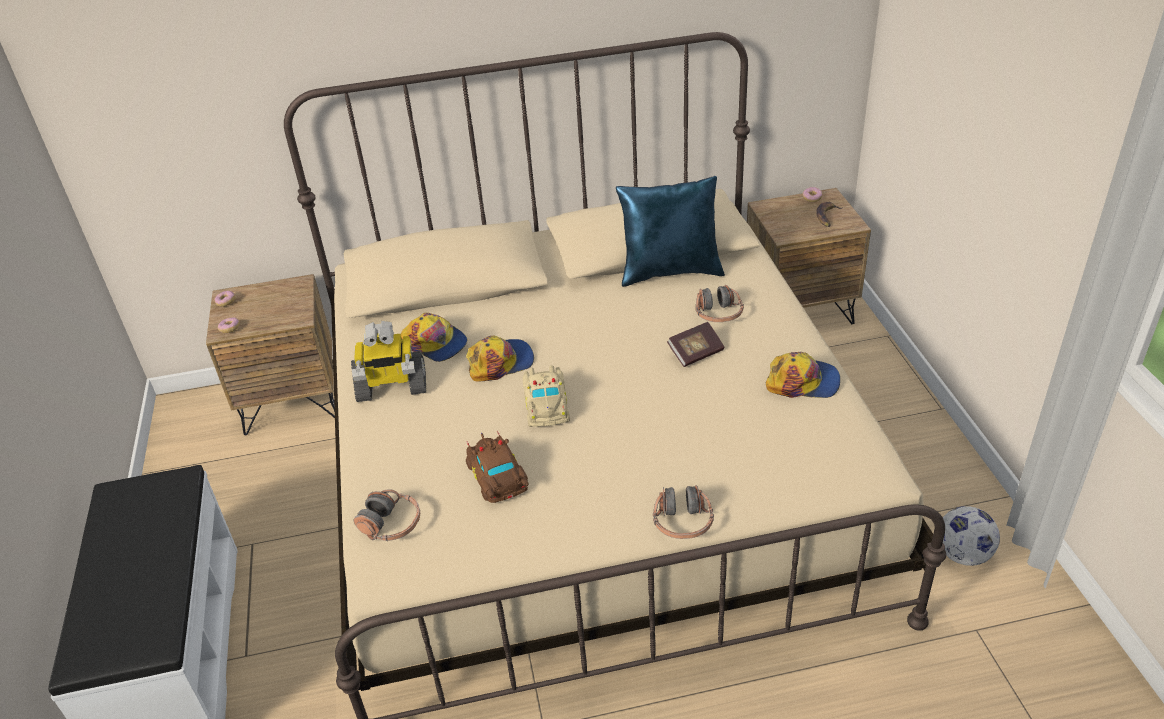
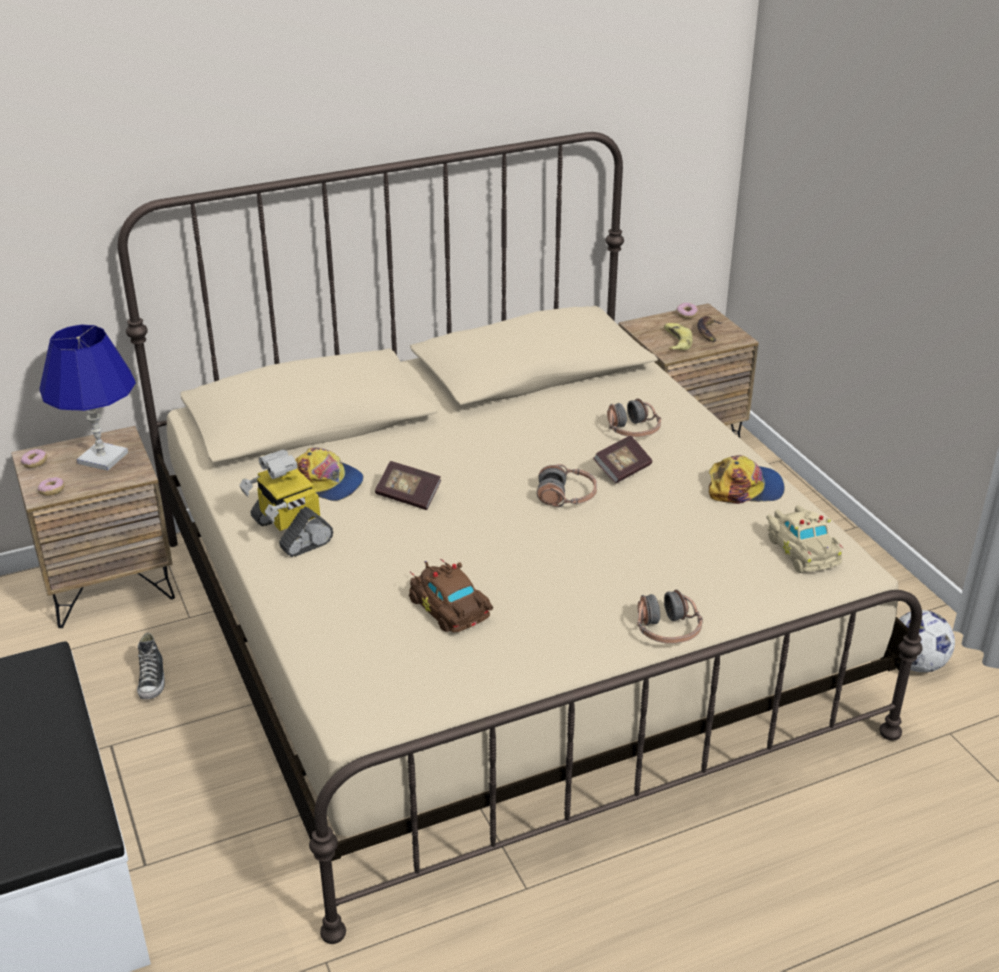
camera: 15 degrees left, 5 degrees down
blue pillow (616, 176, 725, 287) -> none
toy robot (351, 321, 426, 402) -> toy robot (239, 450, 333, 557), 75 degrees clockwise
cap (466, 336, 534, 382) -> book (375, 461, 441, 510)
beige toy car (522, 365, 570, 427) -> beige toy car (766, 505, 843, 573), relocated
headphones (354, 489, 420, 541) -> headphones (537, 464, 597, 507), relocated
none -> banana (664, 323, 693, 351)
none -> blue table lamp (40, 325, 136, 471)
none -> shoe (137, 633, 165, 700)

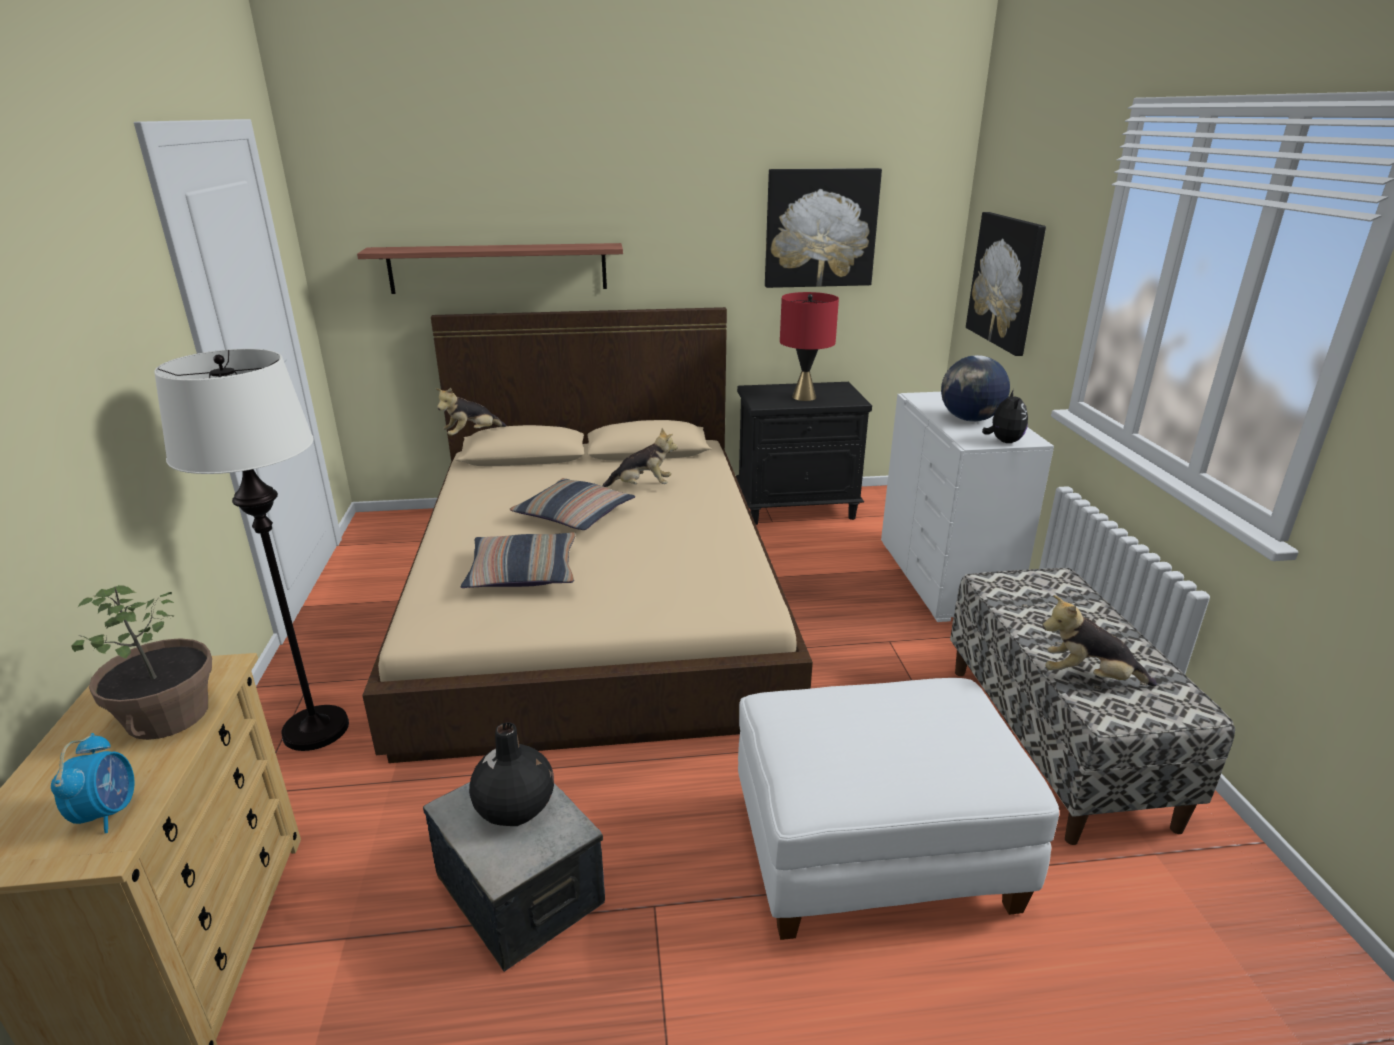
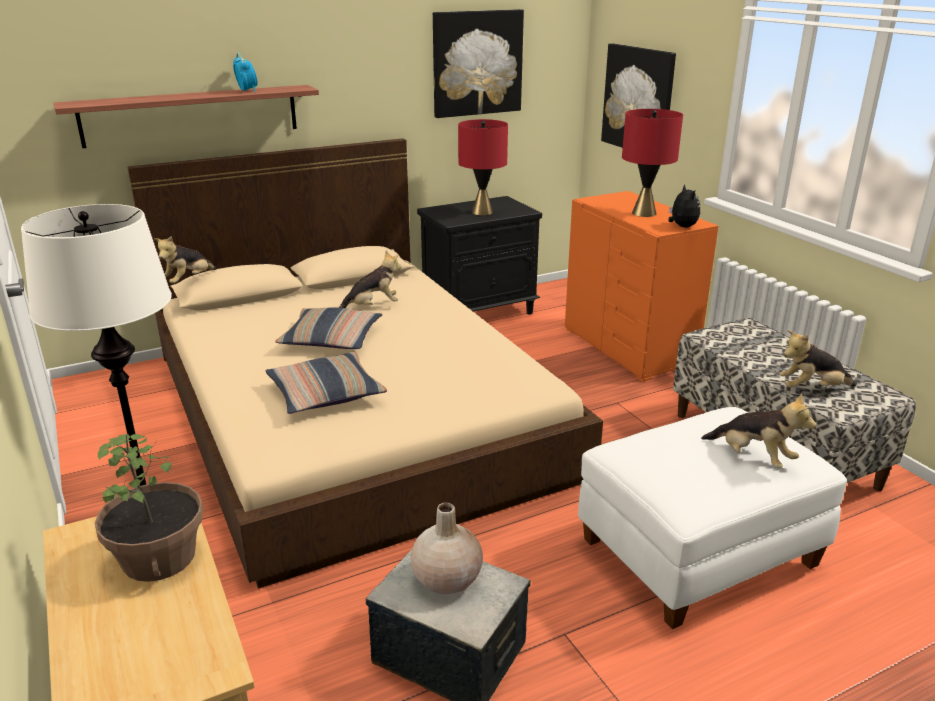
camera: 20 degrees left, 0 degrees up
globe (941, 355, 1010, 422) -> red table lamp (622, 109, 683, 217)
white dresser (881, 392, 1054, 622) -> orange dresser (565, 191, 718, 382)
black vase (469, 722, 554, 826) -> beige vase (410, 503, 483, 594)
alarm clock (51, 733, 135, 833) -> alarm clock (233, 53, 258, 92), relocated
none -> plush toy (701, 393, 816, 468)

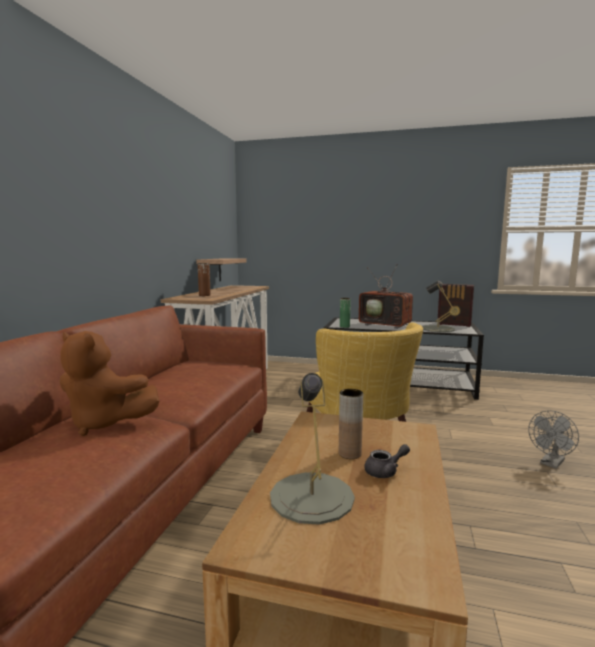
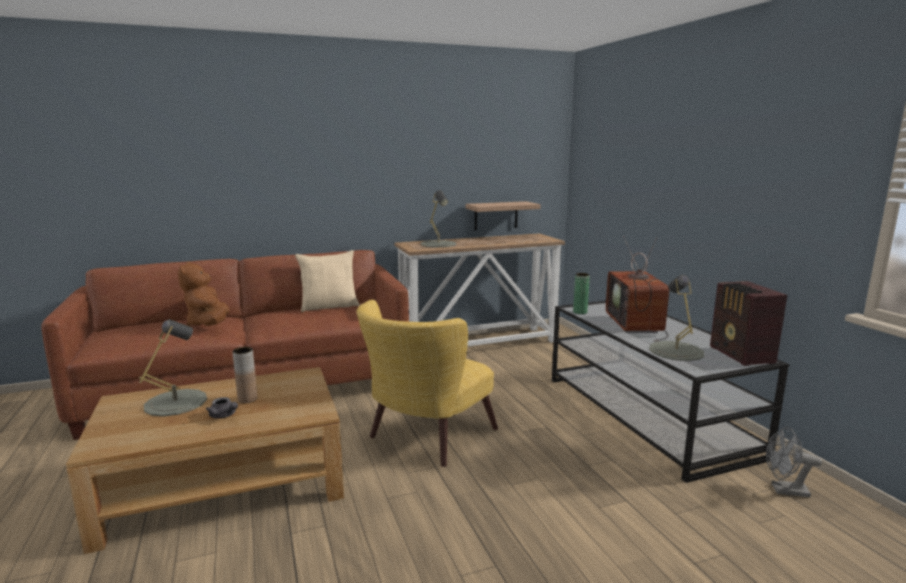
camera: 55 degrees right, 5 degrees up
brown vase (198, 263, 211, 296) -> grey table lamp (421, 190, 456, 248)
grey fan (528, 411, 579, 469) -> grey fan (766, 427, 822, 497), relocated
none -> beige pillow (295, 250, 360, 312)

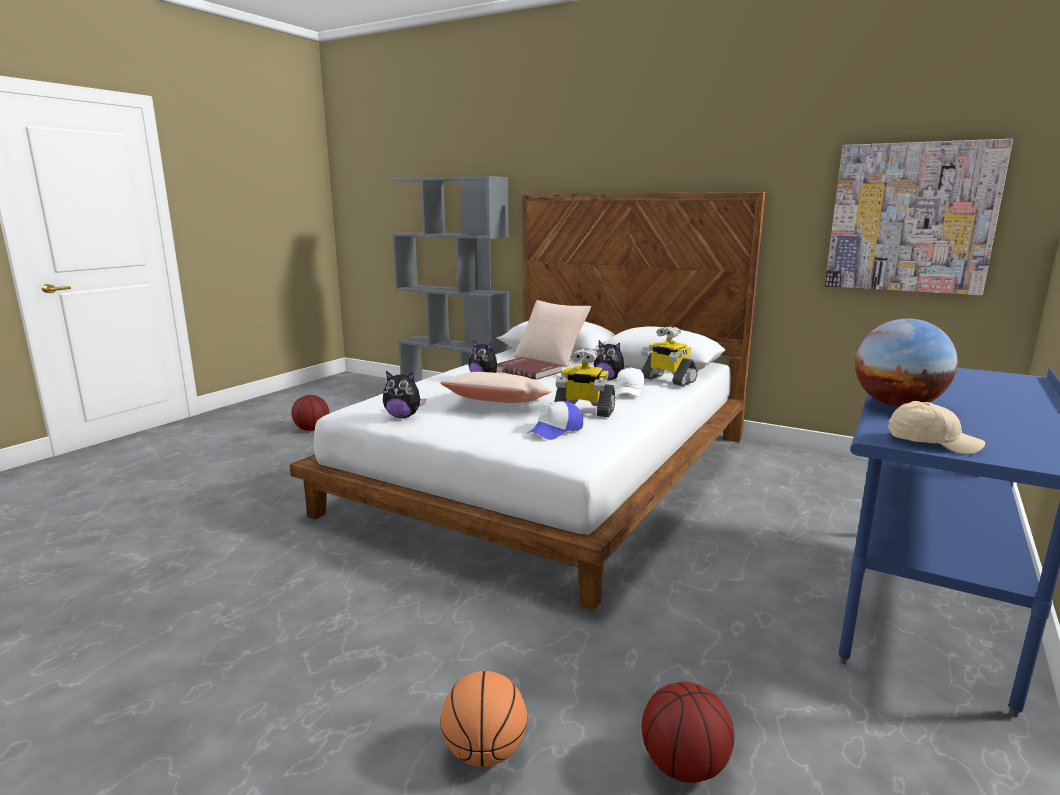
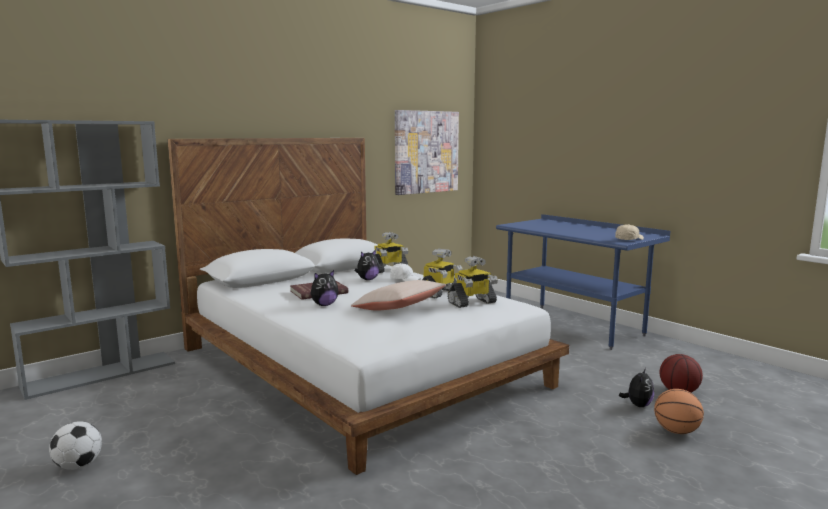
camera: 70 degrees left, 5 degrees down
beige pillow (513, 300, 591, 367) -> none
globe (855, 319, 958, 407) -> none
plush toy (383, 371, 426, 418) -> plush toy (619, 368, 654, 407), relocated
basketball (291, 395, 329, 431) -> football (49, 421, 102, 470)
cap (528, 401, 583, 440) -> toy robot (448, 256, 498, 308)

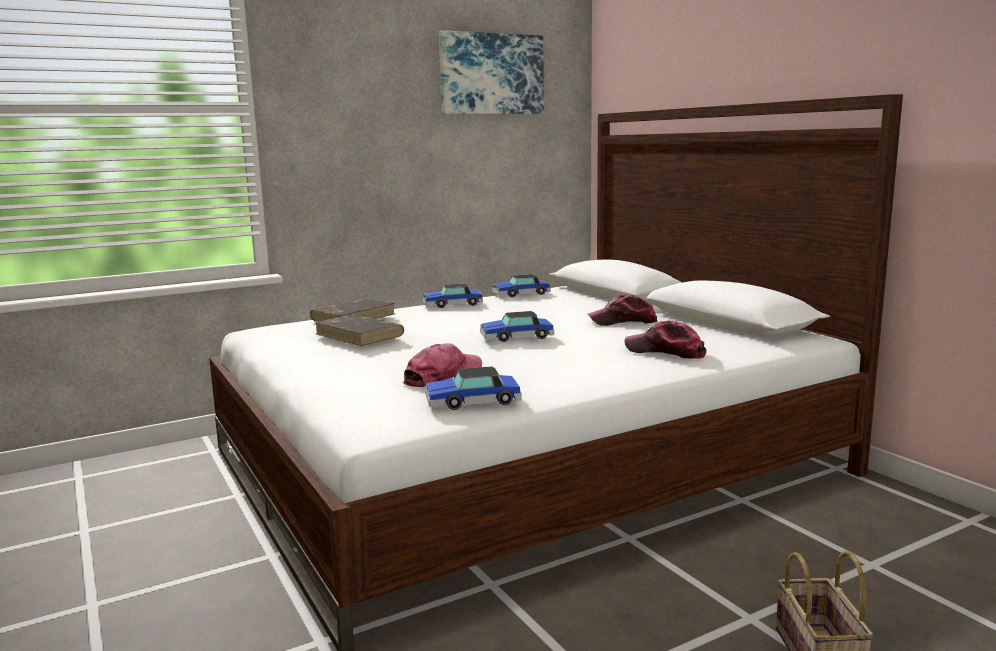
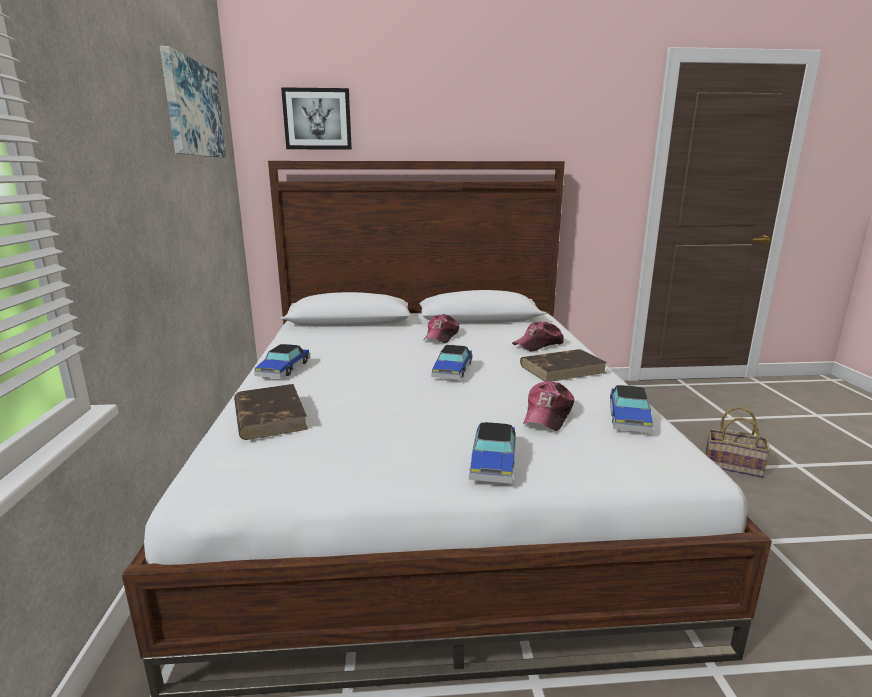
camera: 65 degrees left, 5 degrees up
toy car (492, 274, 551, 297) -> toy car (469, 422, 516, 484), relocated
brown book (314, 314, 404, 346) -> brown book (520, 349, 607, 382), relocated
cap (403, 343, 482, 387) -> cap (523, 381, 574, 431), 135 degrees counterclockwise
none -> picture (281, 87, 352, 150)

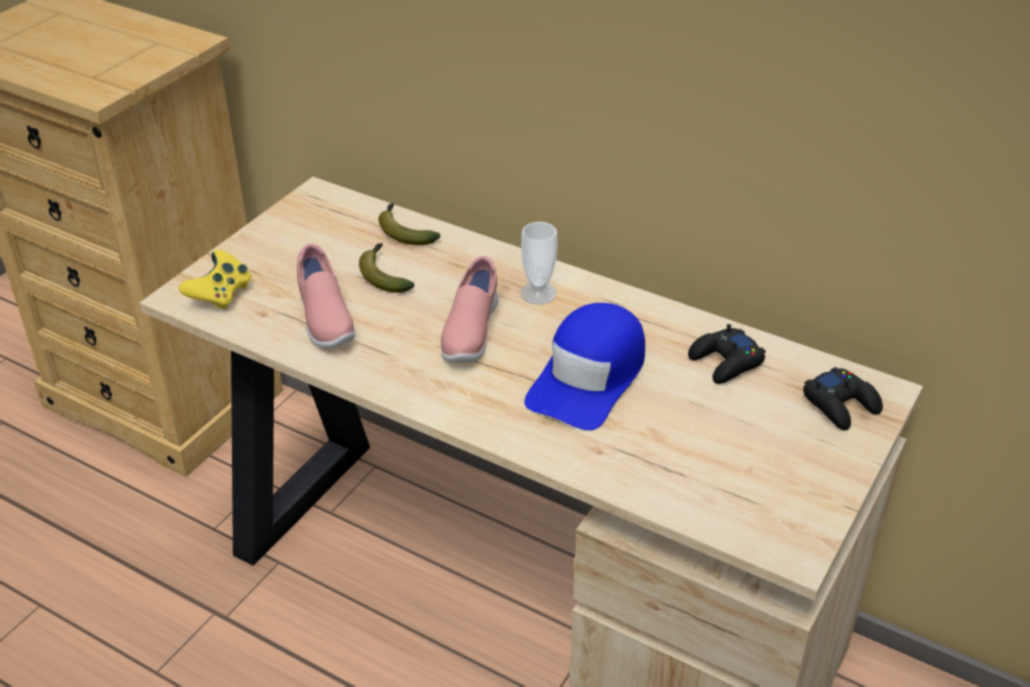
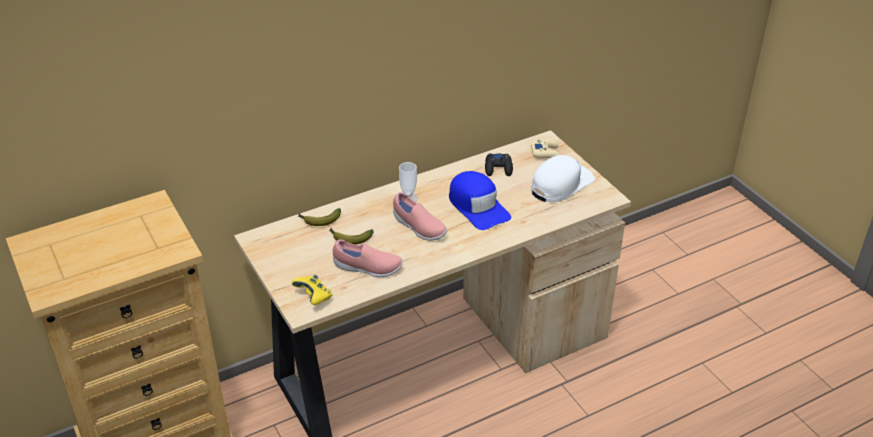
camera: 60 degrees left, 0 degrees up
black game controller (803, 367, 883, 430) -> beige game controller (531, 139, 560, 159)
none -> white cap (531, 155, 595, 202)

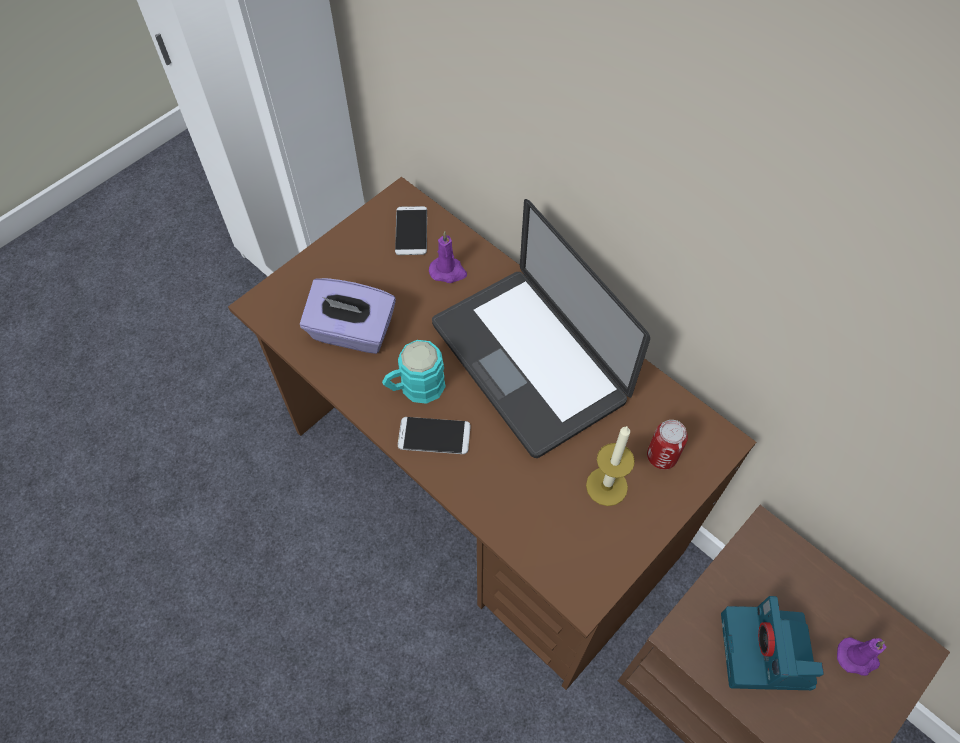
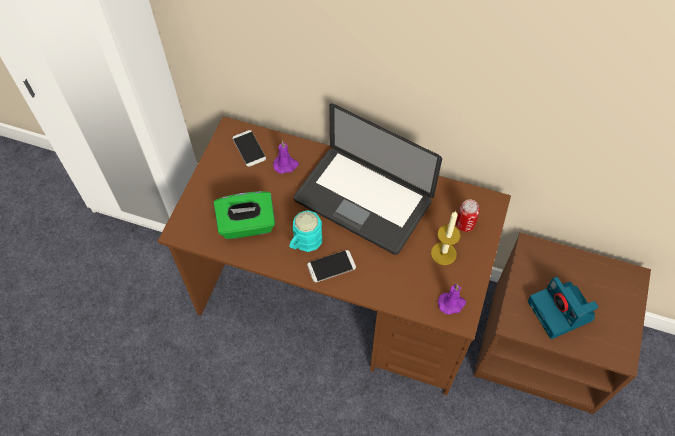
camera: 25 degrees left, 0 degrees up
purple tissue box (300, 278, 396, 354) -> green tissue box (214, 191, 275, 239)
purple candle (837, 637, 887, 676) -> purple candle (438, 284, 466, 315), relocated

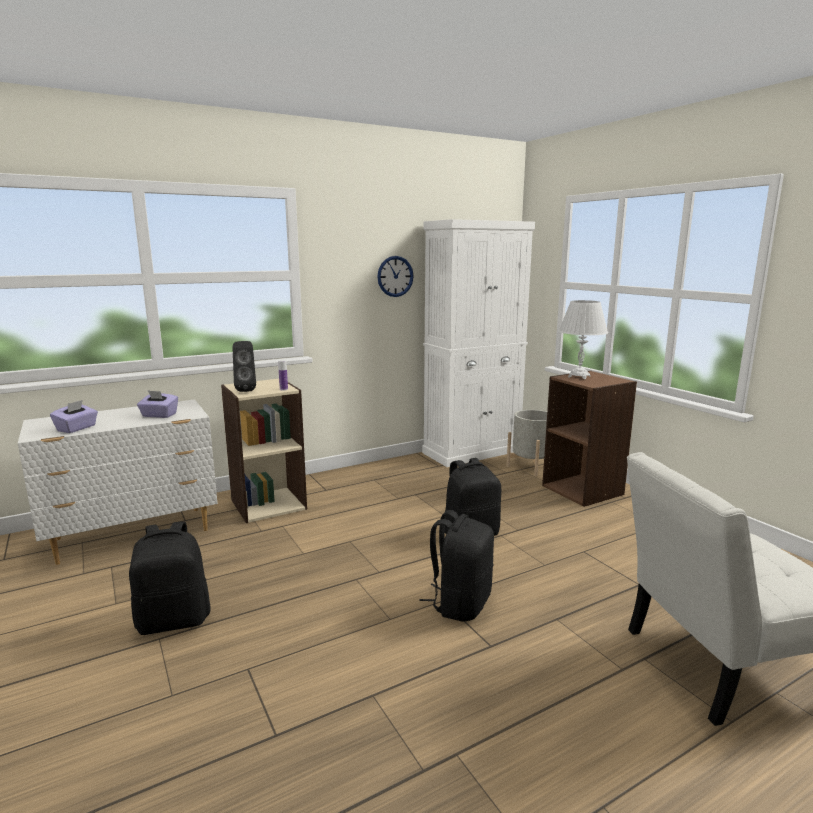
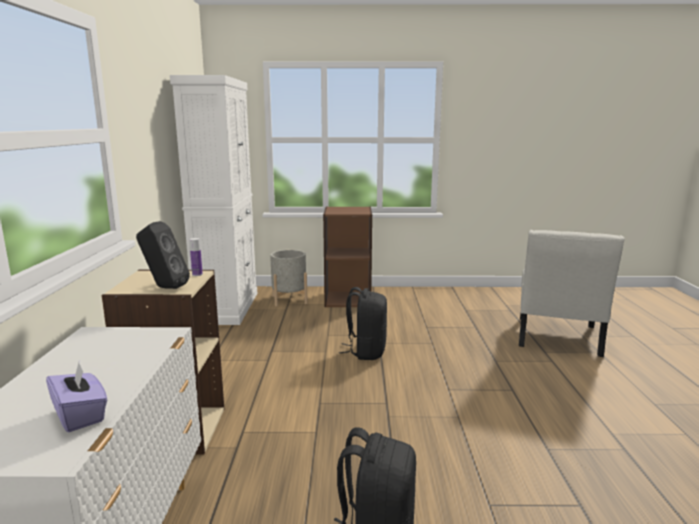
camera: 60 degrees left, 0 degrees up
wall clock (377, 256, 414, 297) -> none
white table lamp (559, 300, 608, 379) -> none
purple tissue box (137, 390, 178, 418) -> none
black backpack (419, 510, 494, 621) -> none

